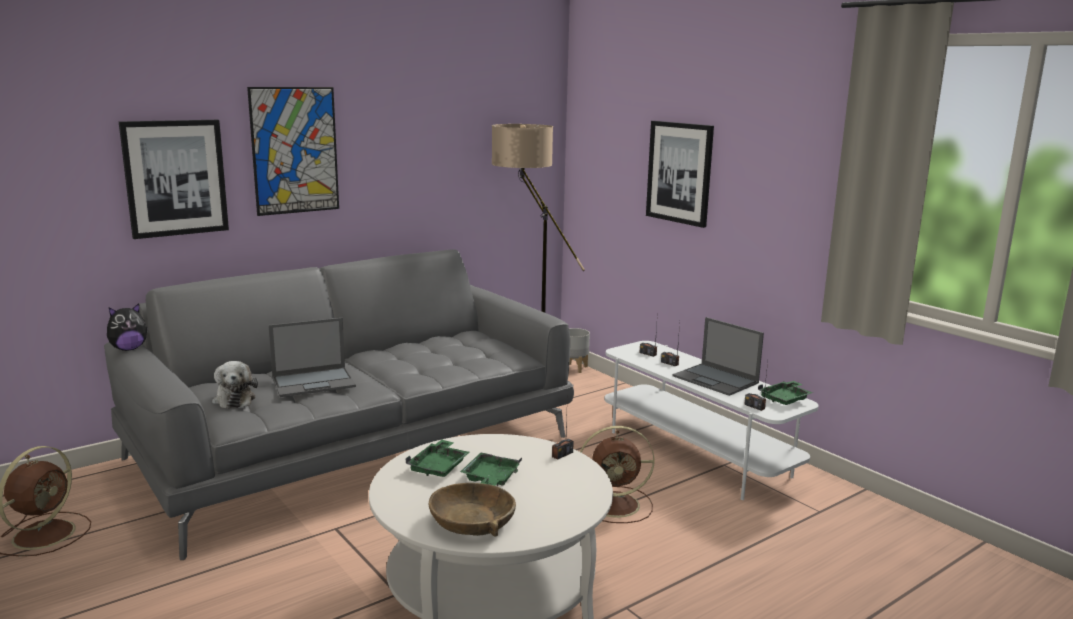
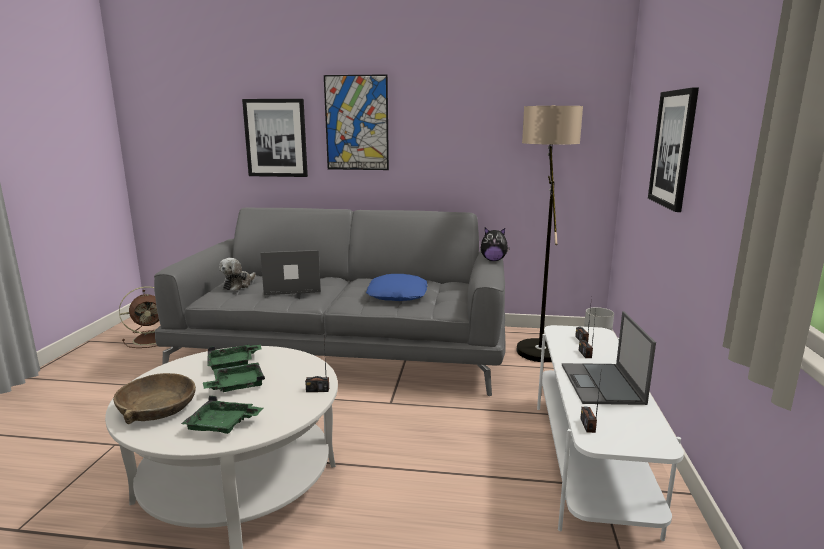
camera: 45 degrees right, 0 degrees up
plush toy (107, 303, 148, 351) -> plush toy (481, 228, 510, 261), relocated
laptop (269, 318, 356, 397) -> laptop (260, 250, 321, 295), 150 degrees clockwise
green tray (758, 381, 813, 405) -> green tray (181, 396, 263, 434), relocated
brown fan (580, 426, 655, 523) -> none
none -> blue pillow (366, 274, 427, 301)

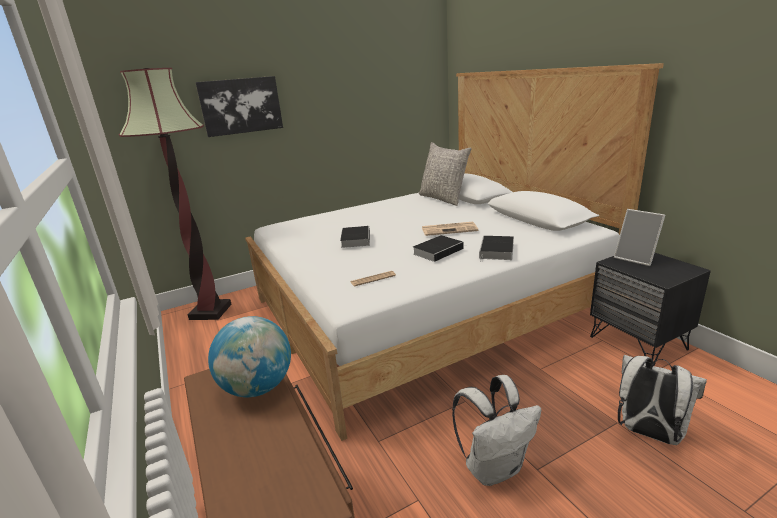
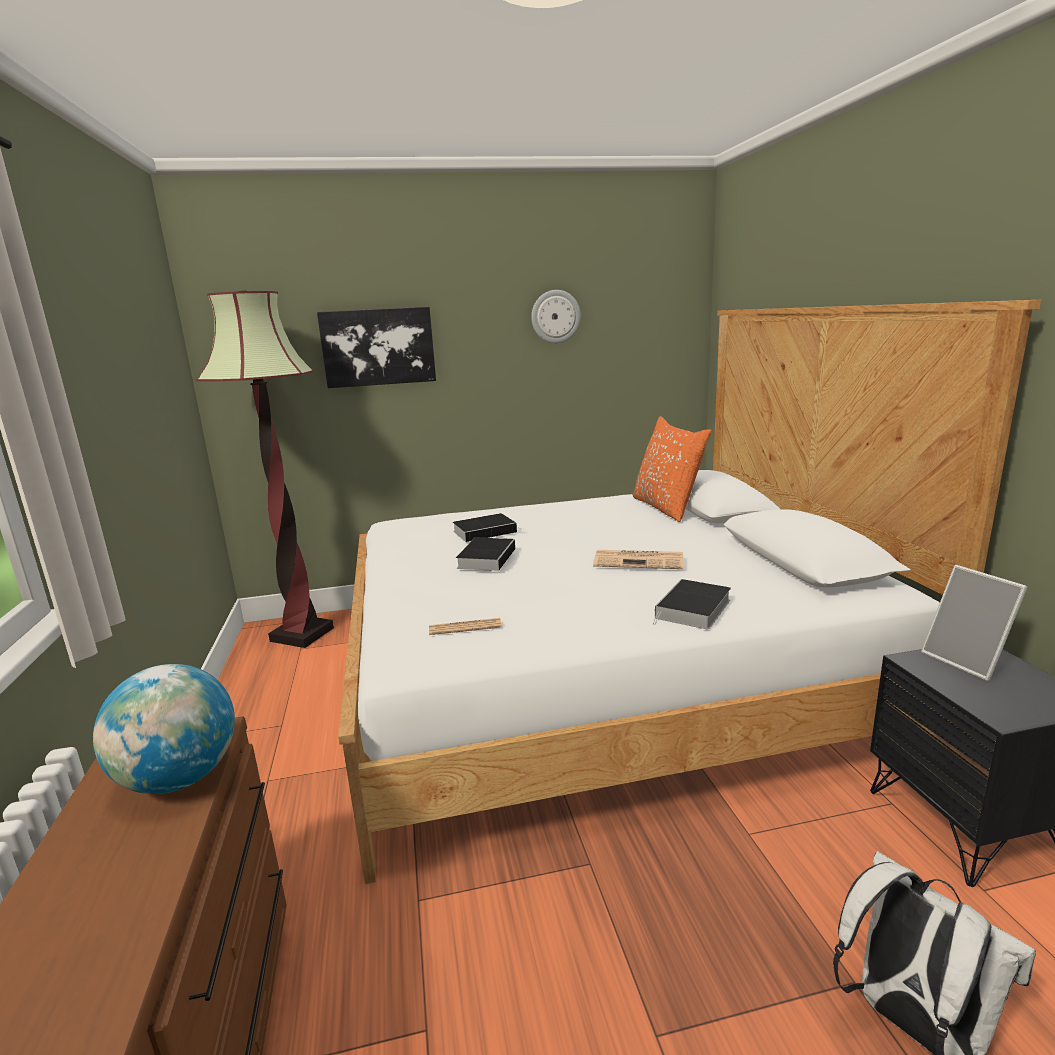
camera: 15 degrees right, 5 degrees down
grey pillow (419, 142, 472, 206) -> orange pillow (633, 416, 711, 522)
book (413, 235, 466, 262) -> book (453, 513, 525, 542), relocated
white backpack (452, 375, 541, 486) -> none
none -> wall clock (531, 290, 581, 343)

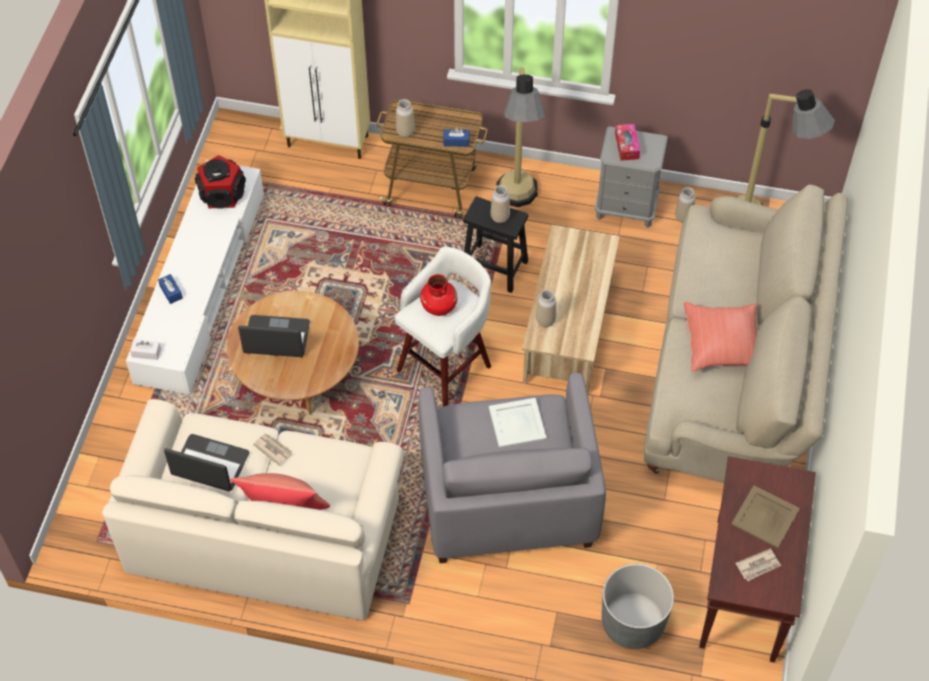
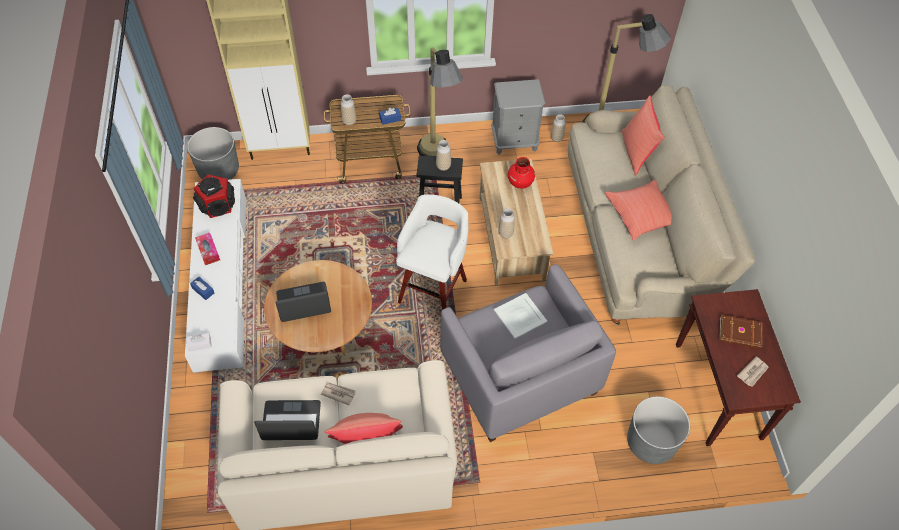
camera: 20 degrees left, 0 degrees up
tissue box (615, 124, 640, 161) -> tissue box (195, 233, 220, 265), relocated
red vase (420, 274, 457, 316) -> red vase (508, 157, 535, 189), relocated
beige tray (731, 485, 800, 548) -> brown book (719, 315, 762, 349)
none -> red pillow (622, 95, 665, 175)
none -> grey planter (187, 127, 239, 180)

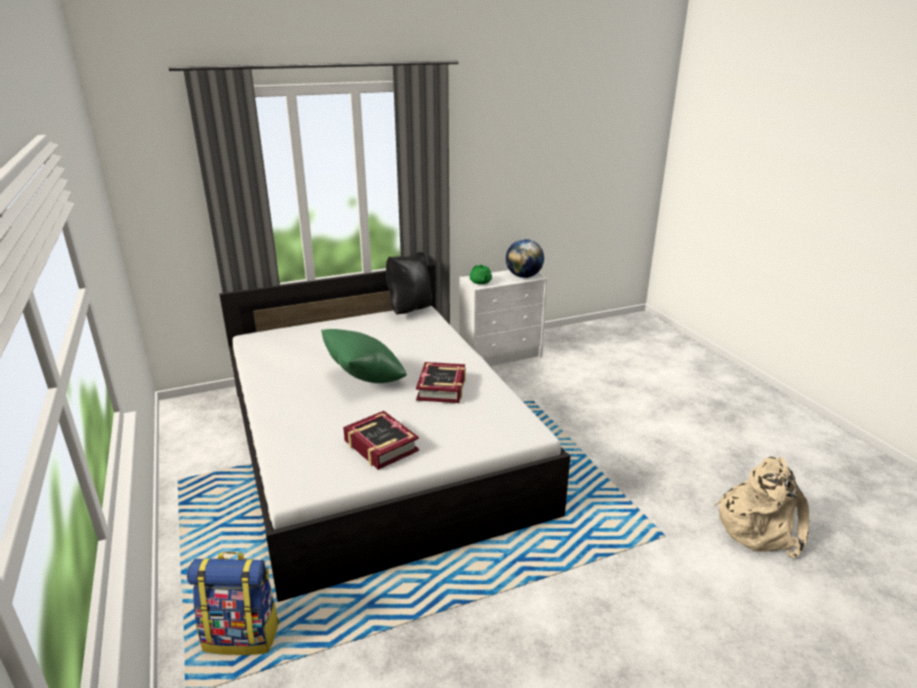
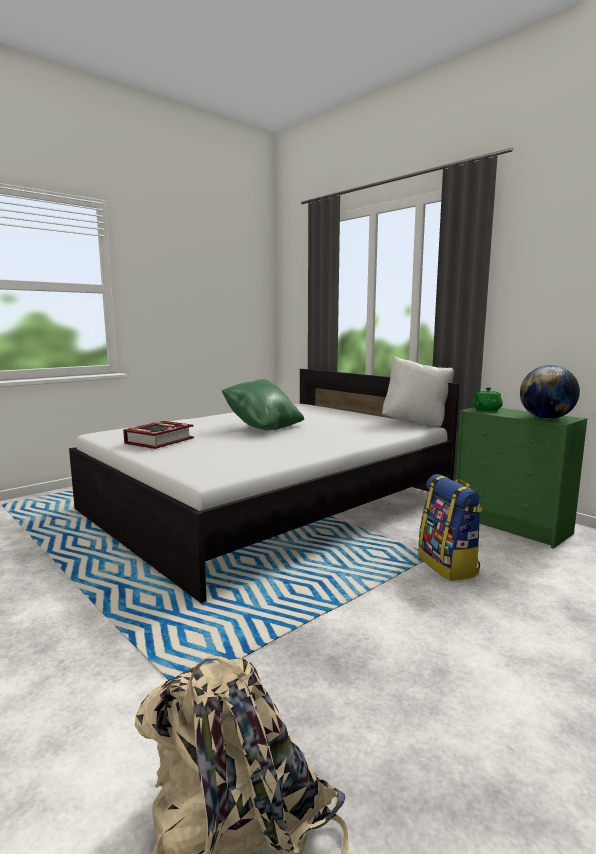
camera: 70 degrees right, 15 degrees down
black pillow (386, 252, 432, 314) -> white pillow (382, 356, 454, 426)
white dresser (460, 270, 547, 366) -> green dresser (456, 407, 587, 549)
book (416, 362, 466, 403) -> none
backpack (187, 552, 280, 655) -> backpack (418, 474, 482, 581), relocated

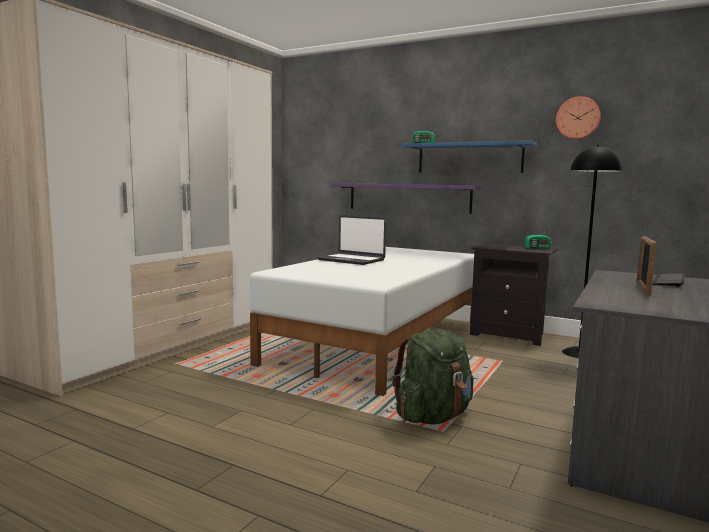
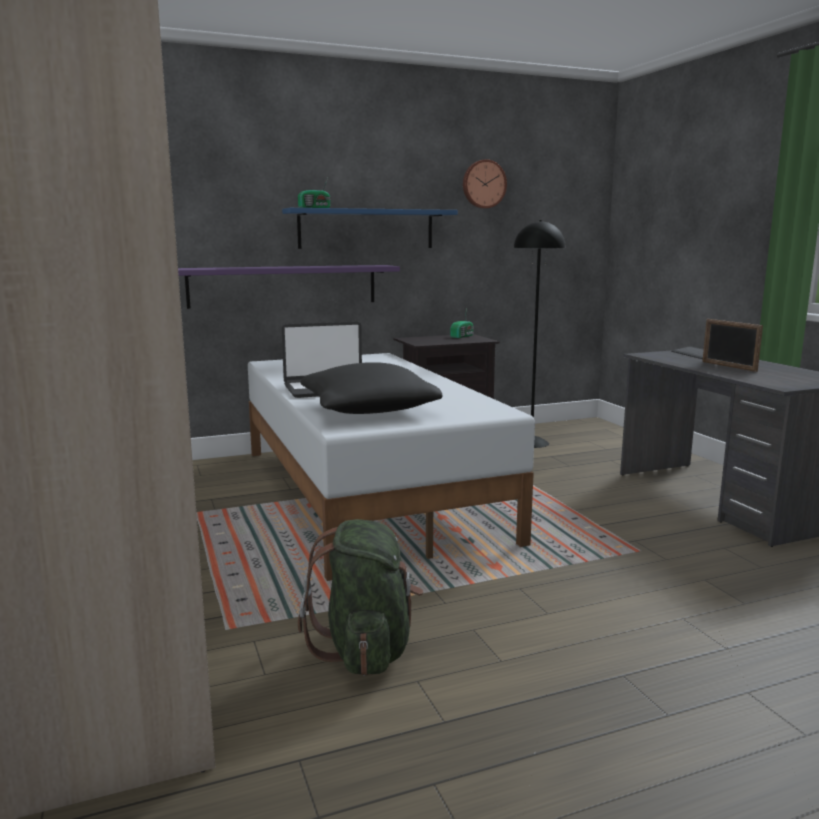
camera: 50 degrees left, 5 degrees up
green backpack (392, 329, 474, 425) -> green backpack (298, 519, 423, 676), relocated
none -> black pillow (300, 362, 442, 414)

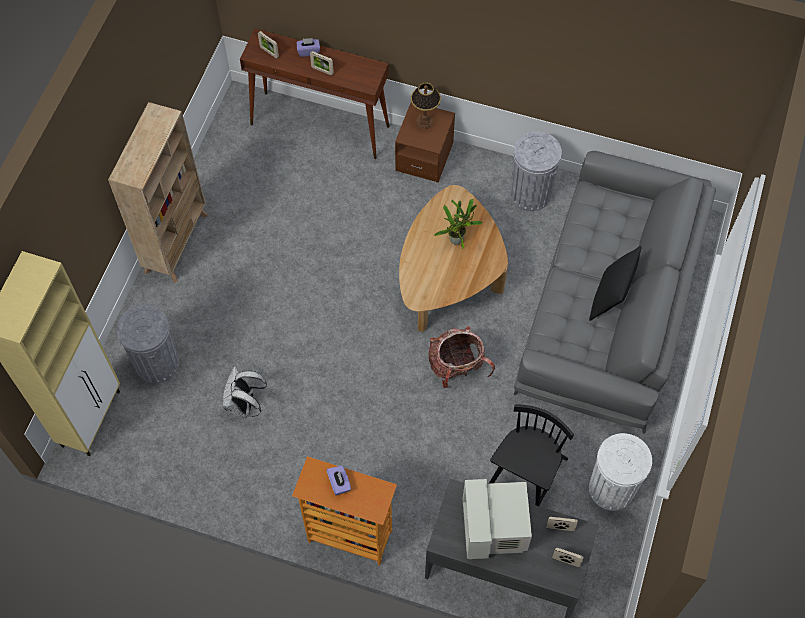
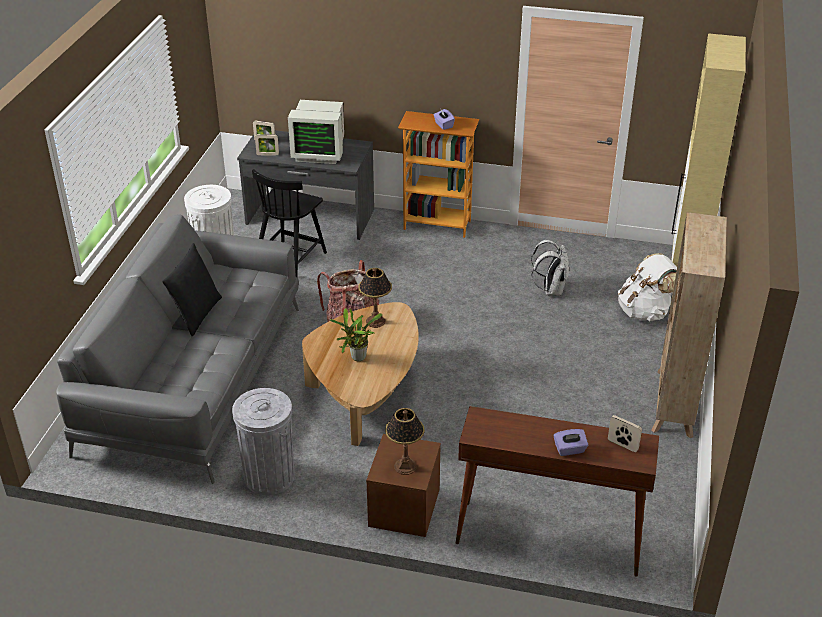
camera: 175 degrees right, 25 degrees down
picture frame (310, 51, 334, 75) -> none
grey trash can (117, 305, 179, 384) -> white backpack (618, 253, 677, 321)
monitor (463, 479, 532, 559) -> monitor (288, 100, 344, 164), 105 degrees clockwise
none -> table lamp (358, 268, 392, 328)

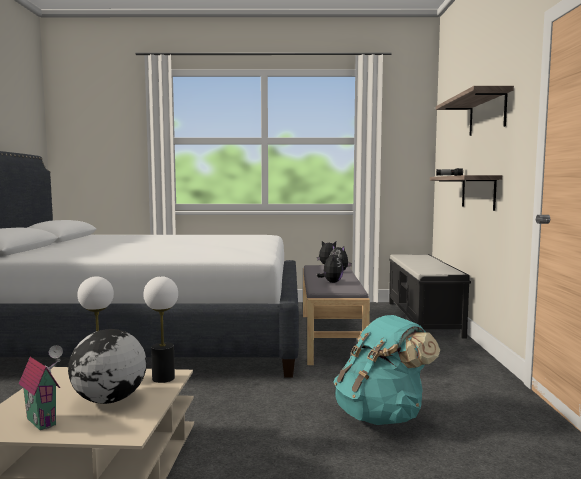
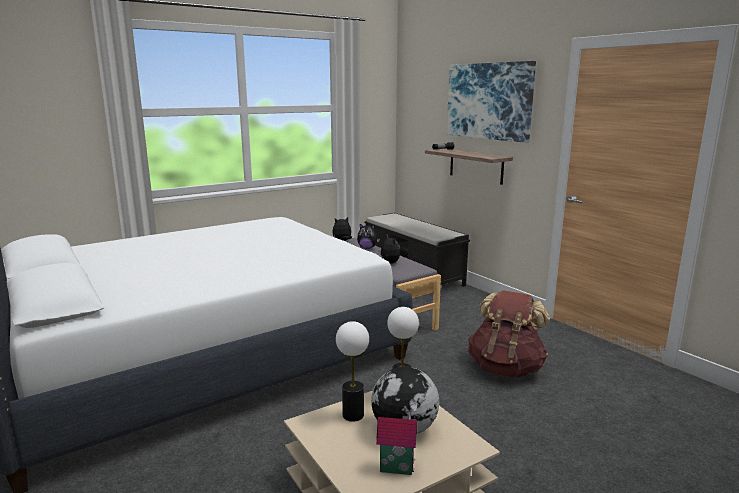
camera: 35 degrees left, 10 degrees up
shelf (436, 86, 514, 136) -> picture (447, 61, 536, 143)
turquoise backpack (334, 315, 440, 425) -> brown backpack (468, 290, 550, 378)

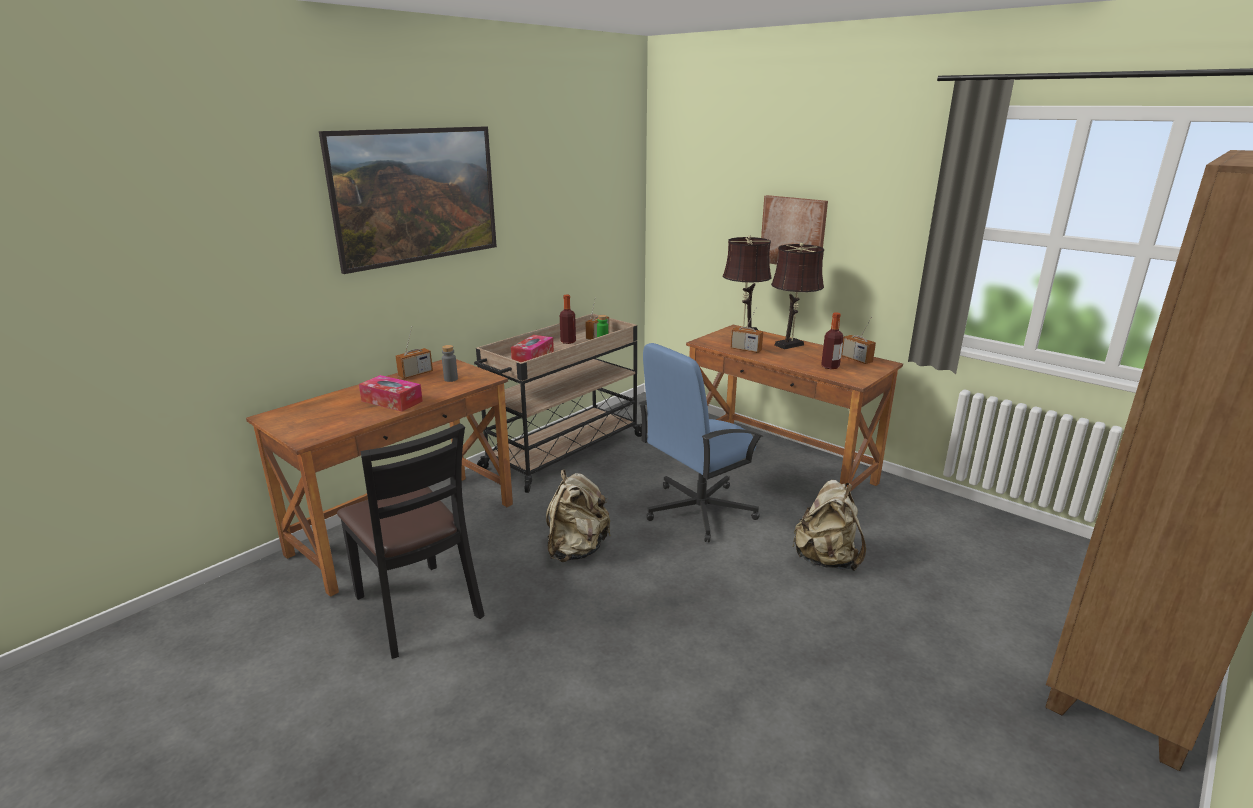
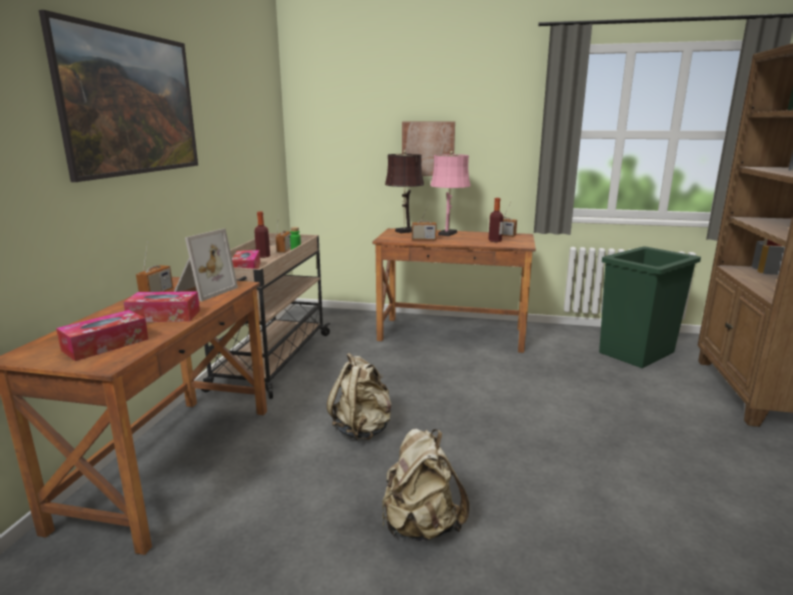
camera: 30 degrees left, 5 degrees down
brown table lamp (771, 242, 824, 350) -> pink table lamp (430, 151, 471, 236)
blue office chair (639, 343, 763, 542) -> none
grey bottle (442, 345, 458, 382) -> picture frame (174, 228, 238, 301)
black chair (337, 423, 485, 659) -> none
beige backpack (792, 480, 866, 571) -> beige backpack (382, 429, 469, 541), relocated
none -> green trash can (599, 247, 701, 368)
none -> tissue box (56, 310, 149, 361)

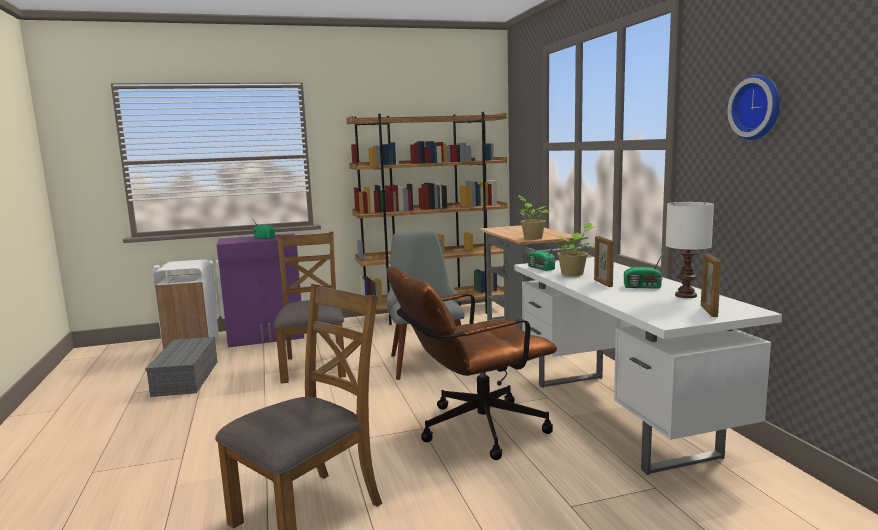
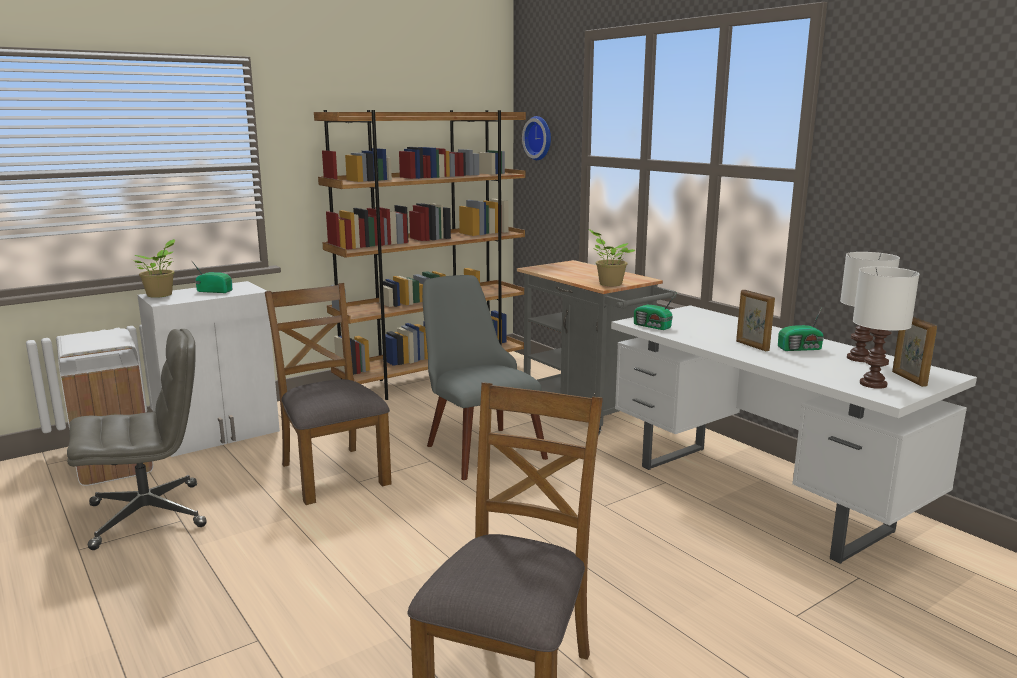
camera: 20 degrees left, 5 degrees up
wall clock (727, 75, 780, 140) -> wall clock (522, 116, 551, 160), relocated
potted plant (552, 223, 595, 276) -> potted plant (134, 239, 175, 298), relocated
purple cabinet (217, 233, 304, 347) -> white cabinet (137, 281, 280, 457)
brown office chair (387, 267, 557, 460) -> none
grey storage box (145, 337, 218, 397) -> grey office chair (67, 329, 207, 550)
none -> white table lamp (853, 266, 919, 389)

